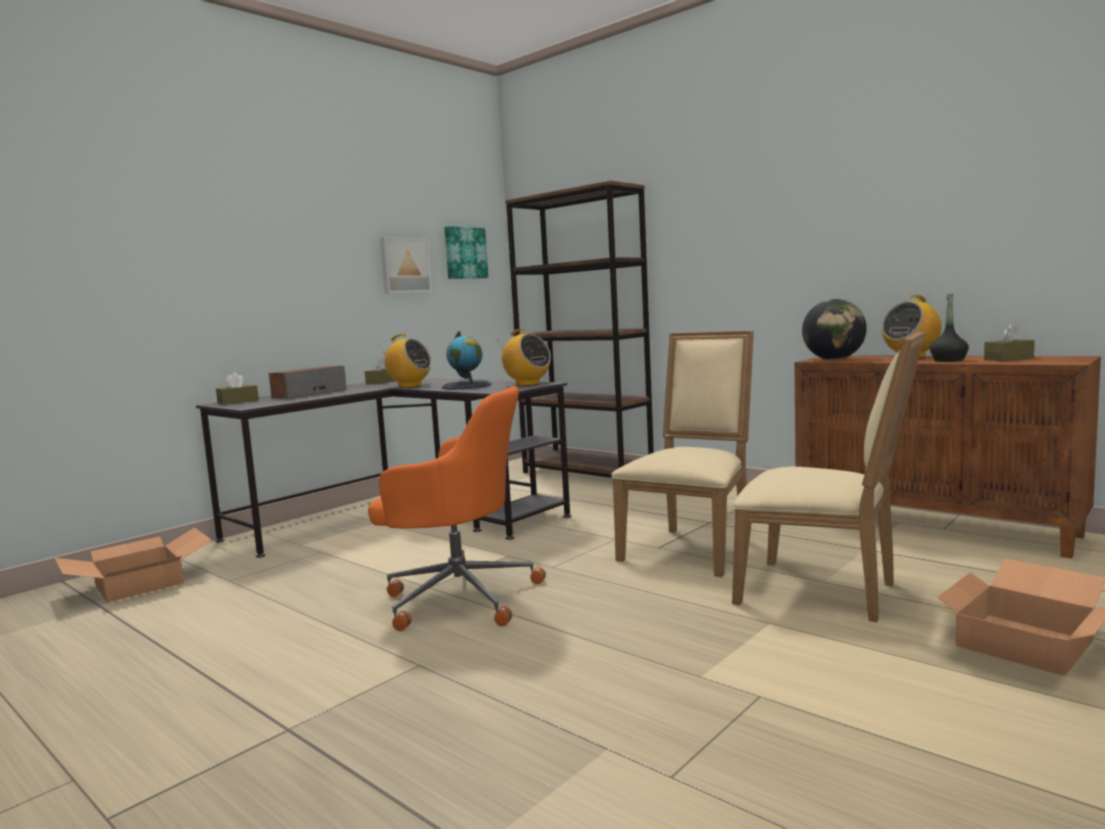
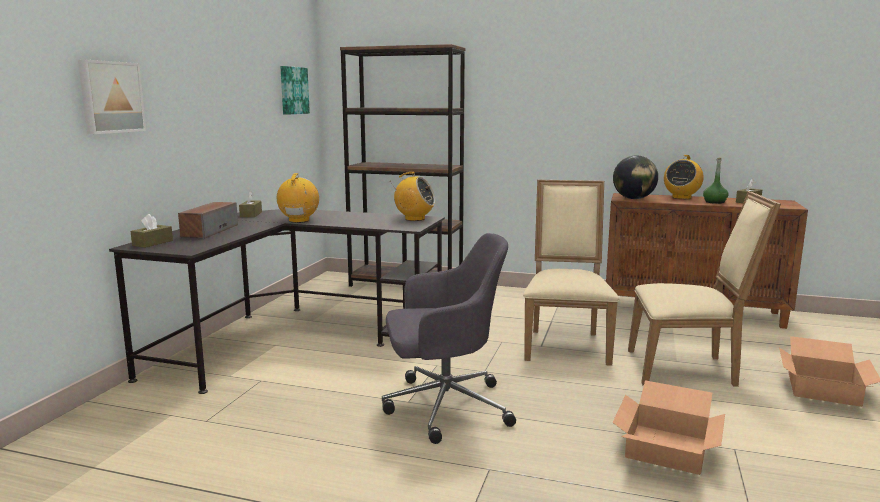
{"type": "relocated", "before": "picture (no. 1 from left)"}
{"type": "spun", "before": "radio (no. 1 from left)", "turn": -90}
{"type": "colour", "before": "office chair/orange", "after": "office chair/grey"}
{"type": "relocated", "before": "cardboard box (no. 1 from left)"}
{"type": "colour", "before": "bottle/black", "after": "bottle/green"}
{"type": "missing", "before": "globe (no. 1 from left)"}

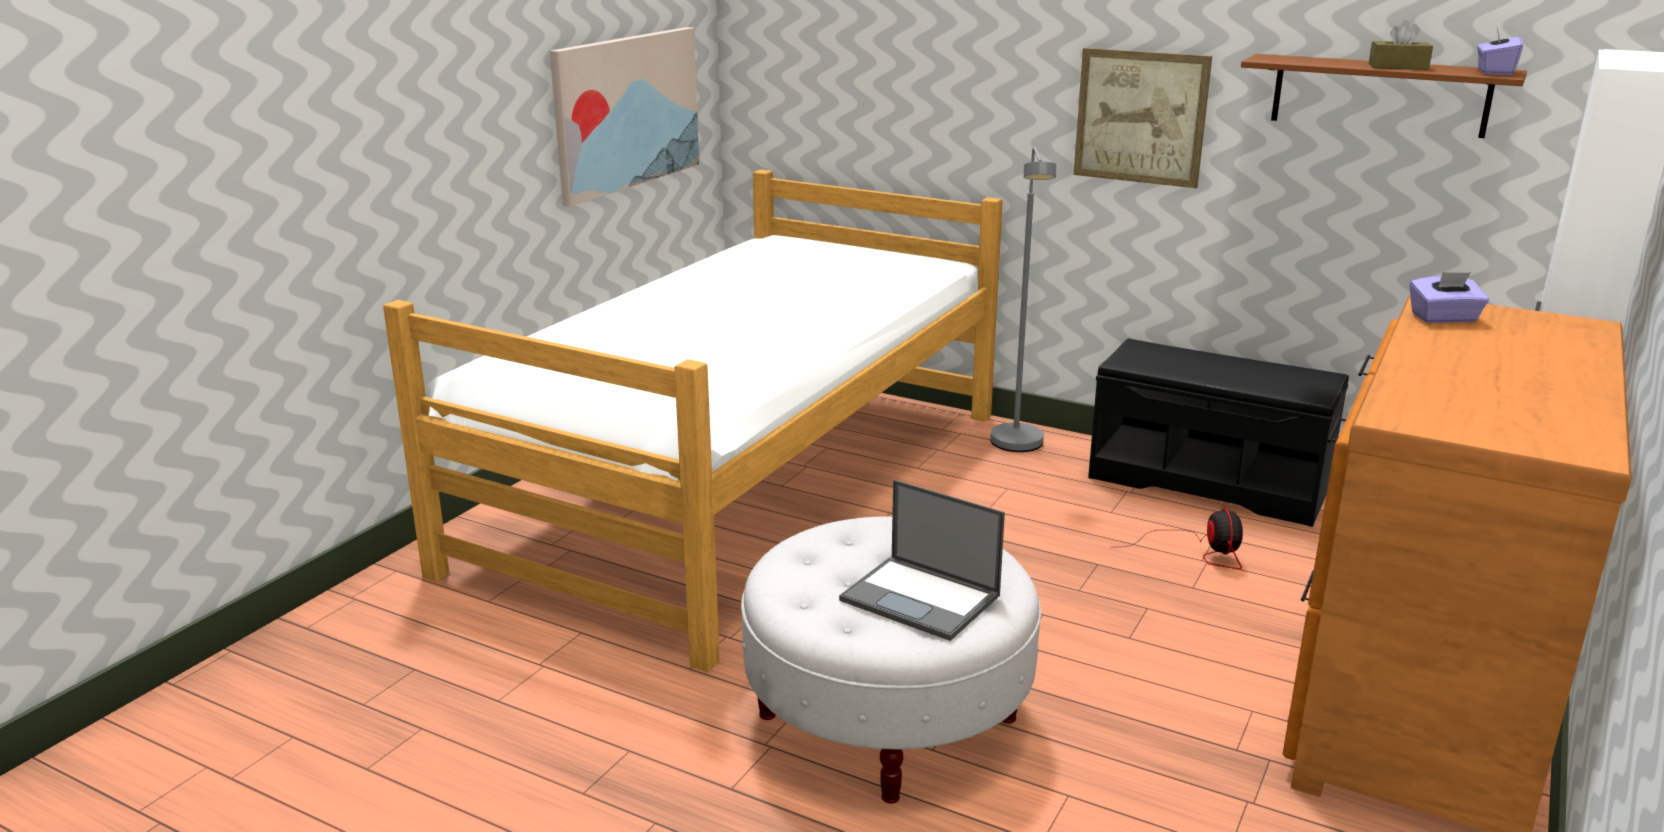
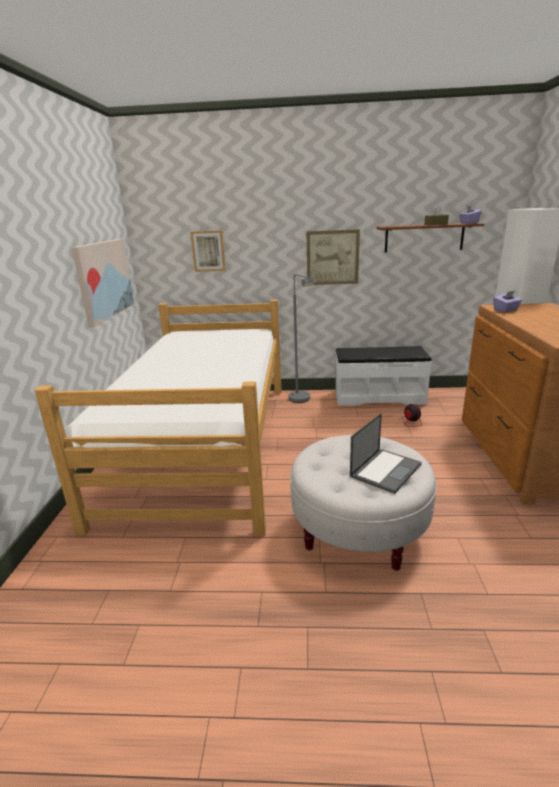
{"type": "appeared", "after": "picture (no. 2 from left)"}
{"type": "colour", "before": "bench/black", "after": "bench/white"}
{"type": "spun", "before": "laptop", "turn": -60}

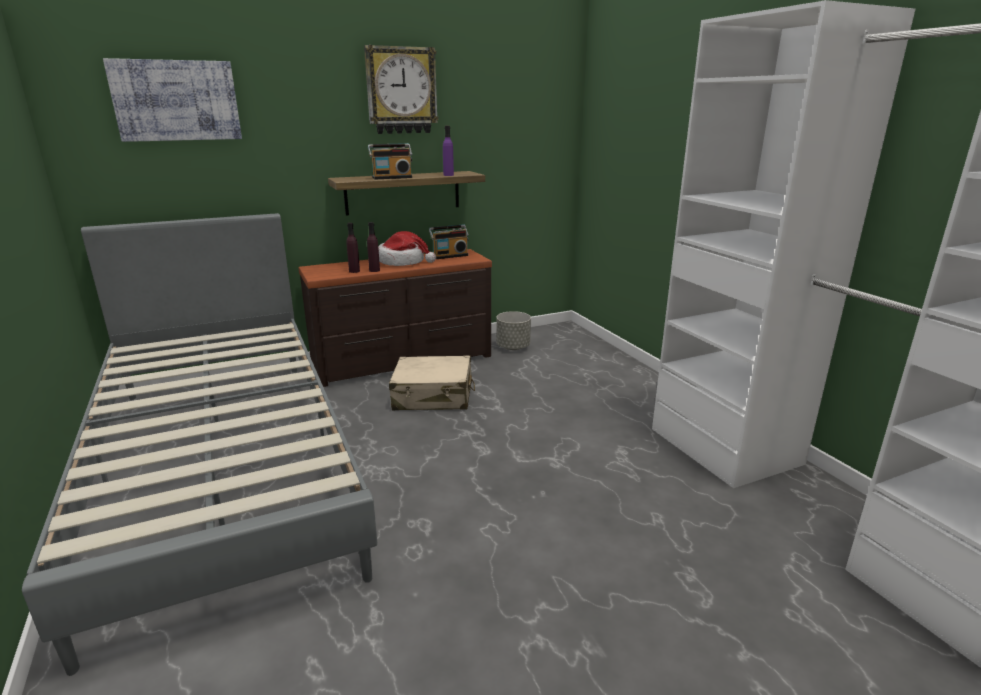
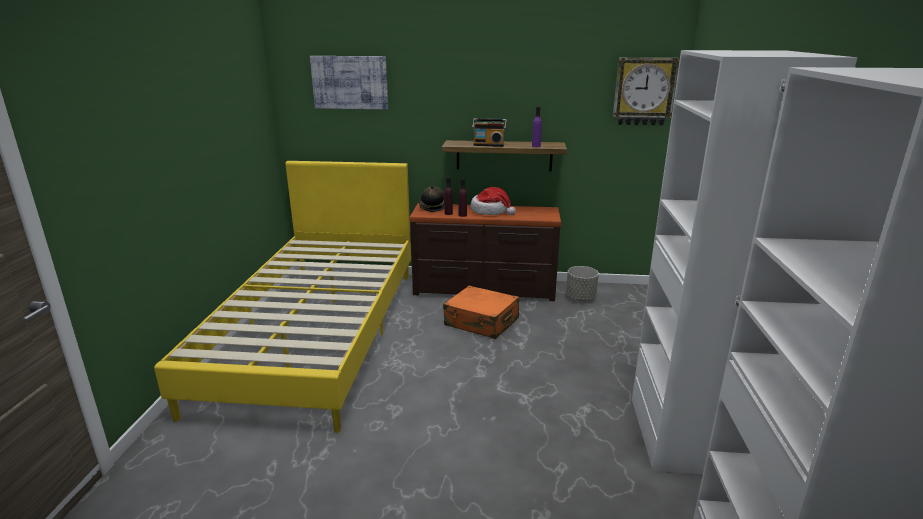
{"type": "colour", "before": "bed/grey", "after": "bed/yellow"}
{"type": "appeared", "after": "hat (no. 1 from left)"}
{"type": "colour", "before": "suitcase/beige", "after": "suitcase/orange"}
{"type": "relocated", "before": "wall clock"}
{"type": "missing", "before": "radio (no. 2 from left)"}

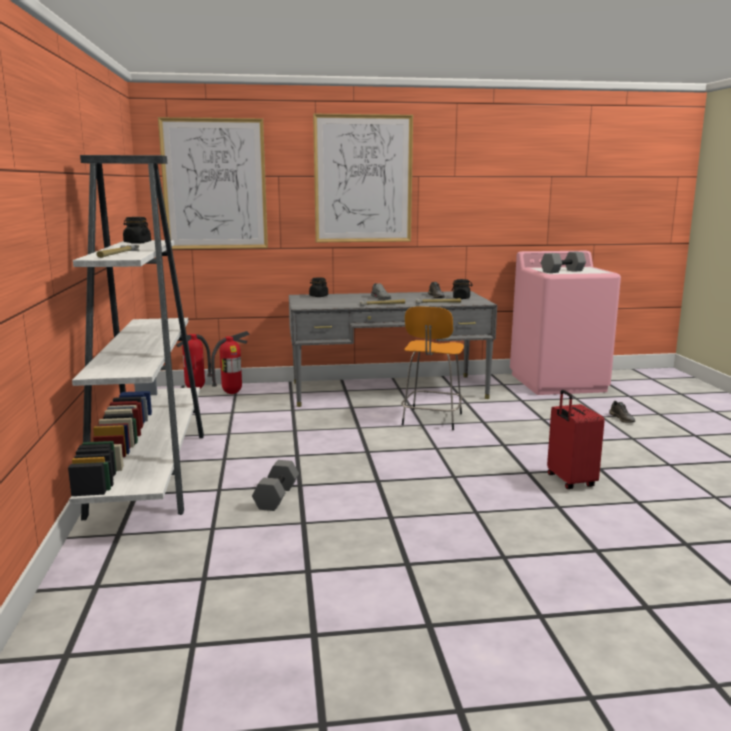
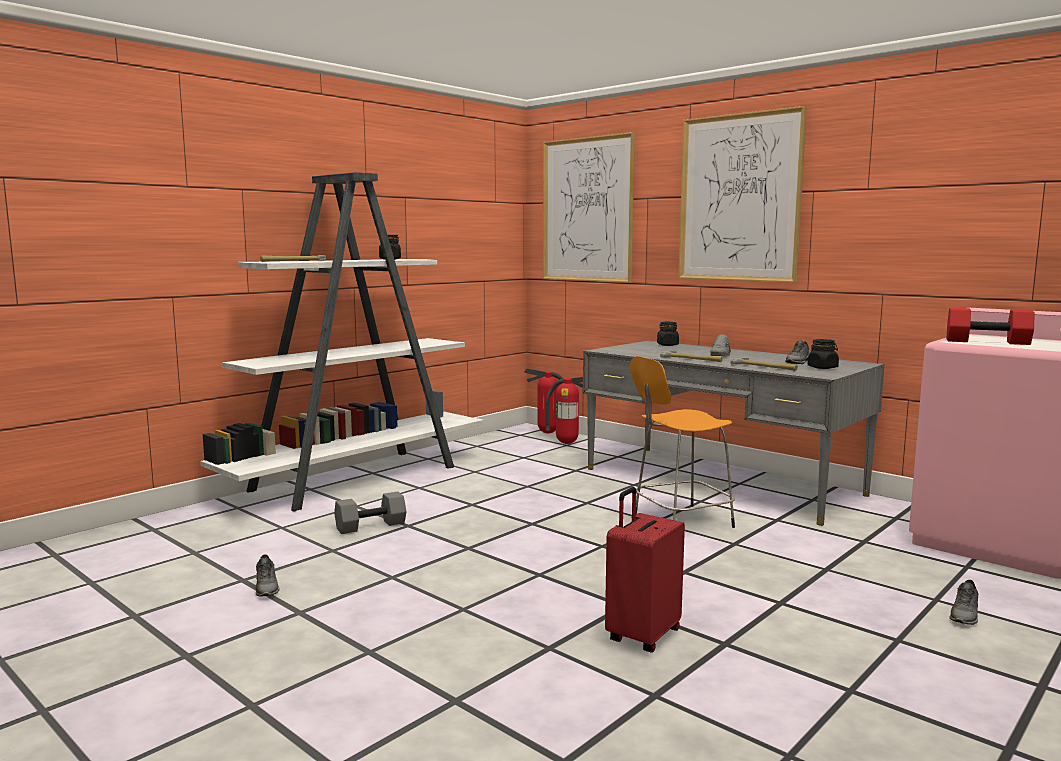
{"type": "appeared", "after": "shoe/grey (no. 1 from left)"}
{"type": "colour", "before": "dumbbell/grey (no. 2 from left)", "after": "dumbbell/red"}

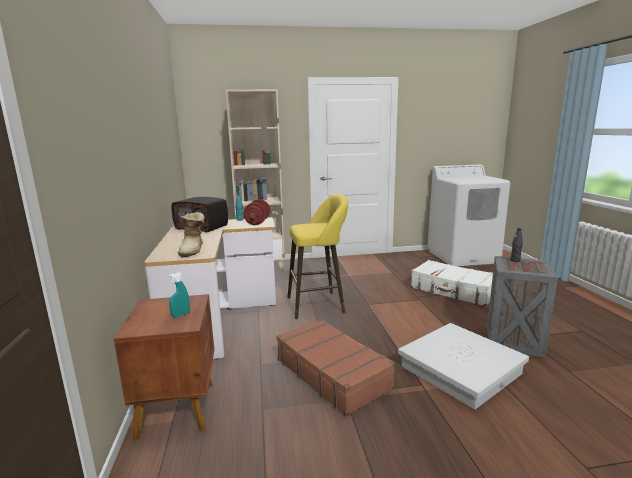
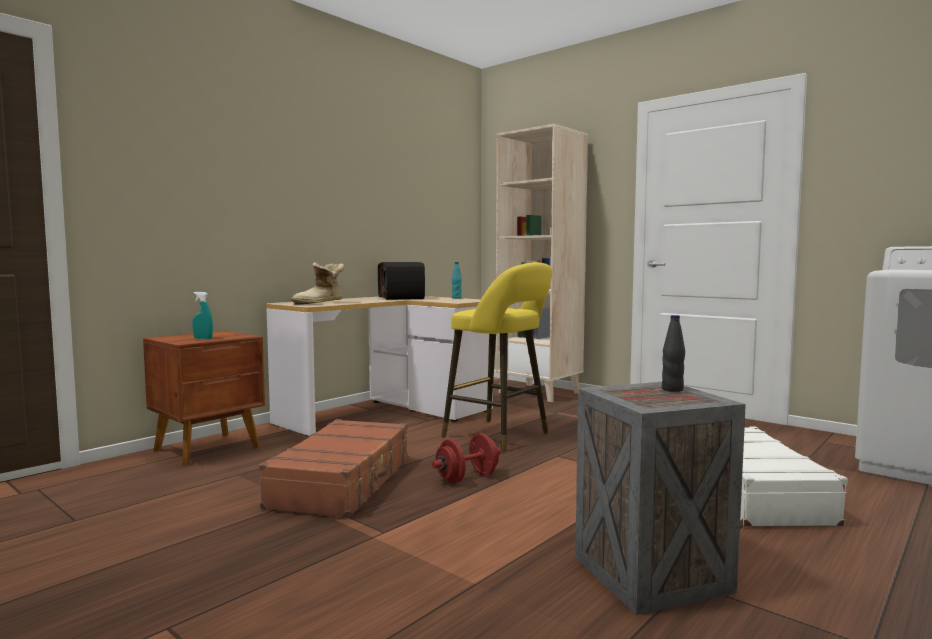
{"type": "relocated", "before": "dumbbell/red"}
{"type": "missing", "before": "storage box/white"}

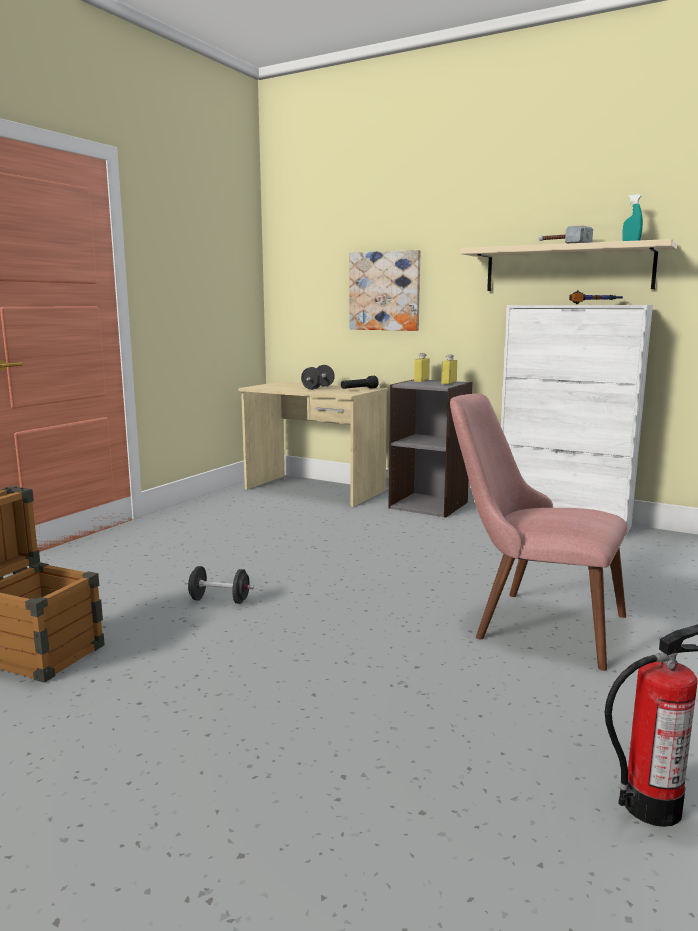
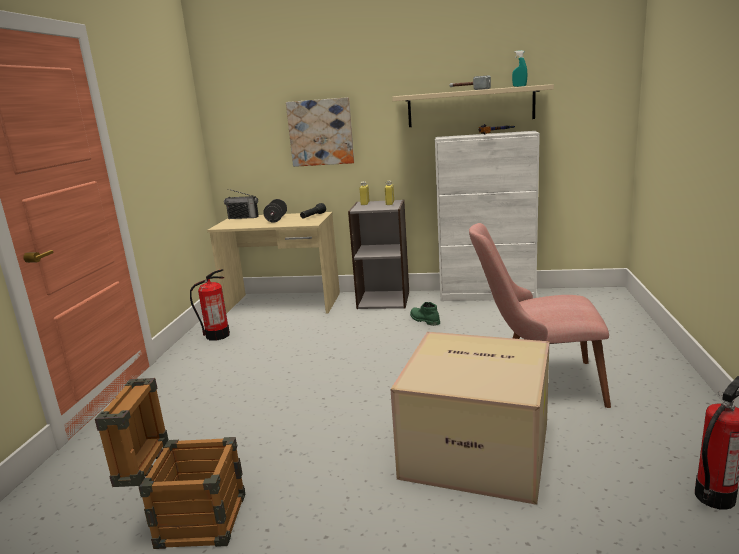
{"type": "appeared", "after": "fire extinguisher (no. 1 from left)"}
{"type": "appeared", "after": "radio"}
{"type": "appeared", "after": "cardboard box"}
{"type": "appeared", "after": "boot/green"}
{"type": "missing", "before": "dumbbell/black (no. 1 from left)"}

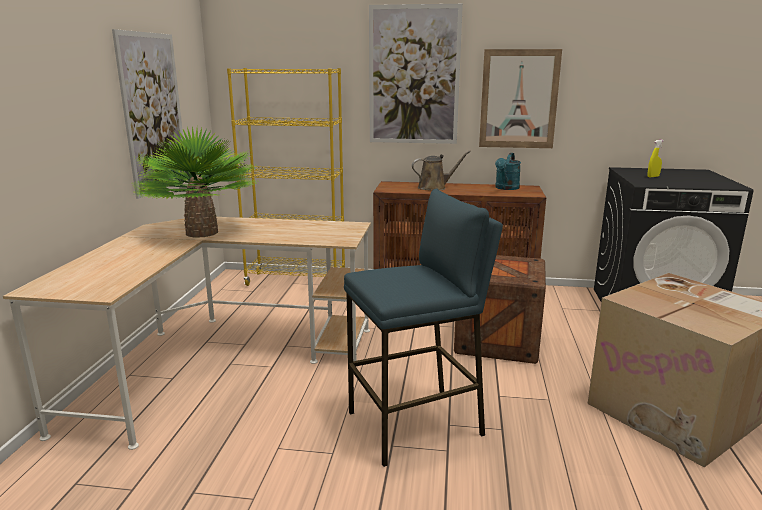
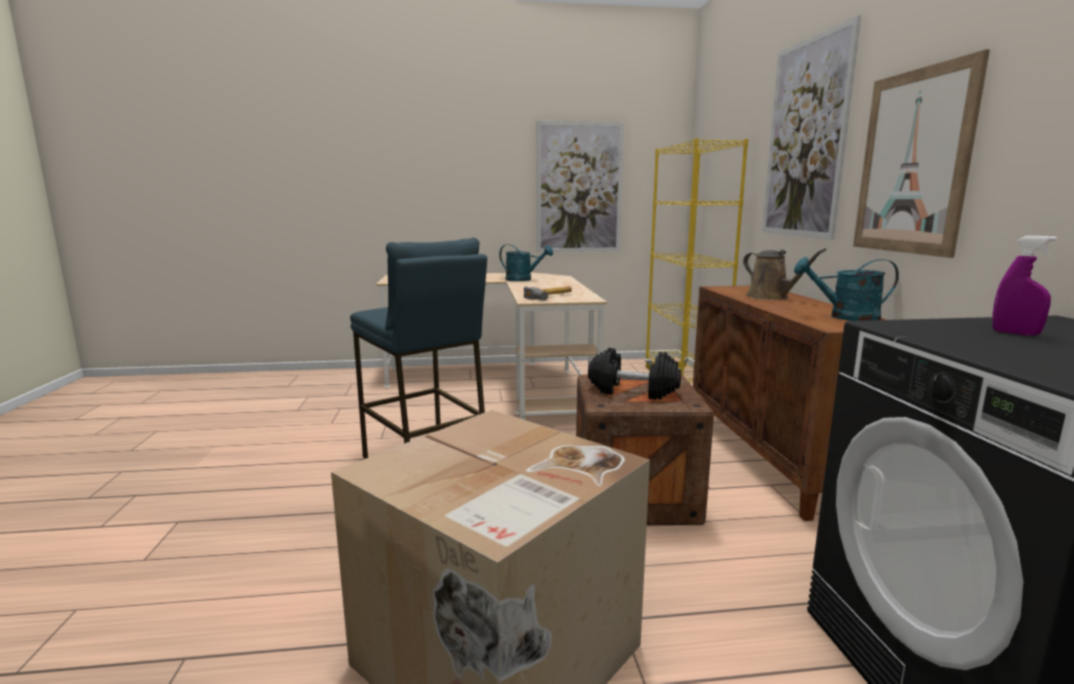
{"type": "exchanged", "before": "potted plant", "after": "watering can/turquoise (no. 1 from left)"}
{"type": "appeared", "after": "hammer"}
{"type": "appeared", "after": "dumbbell/black"}
{"type": "colour", "before": "spray bottle/yellow", "after": "spray bottle/purple"}

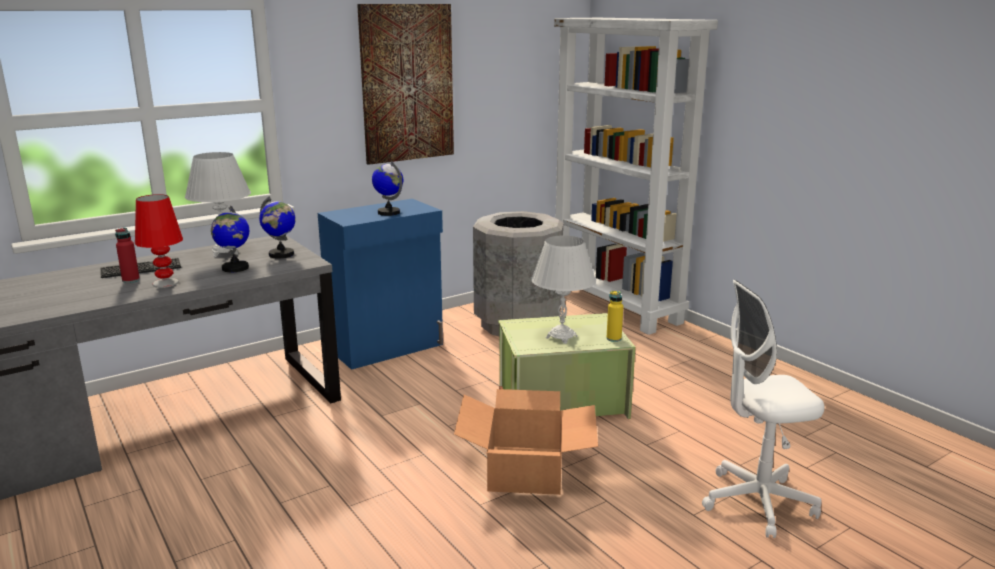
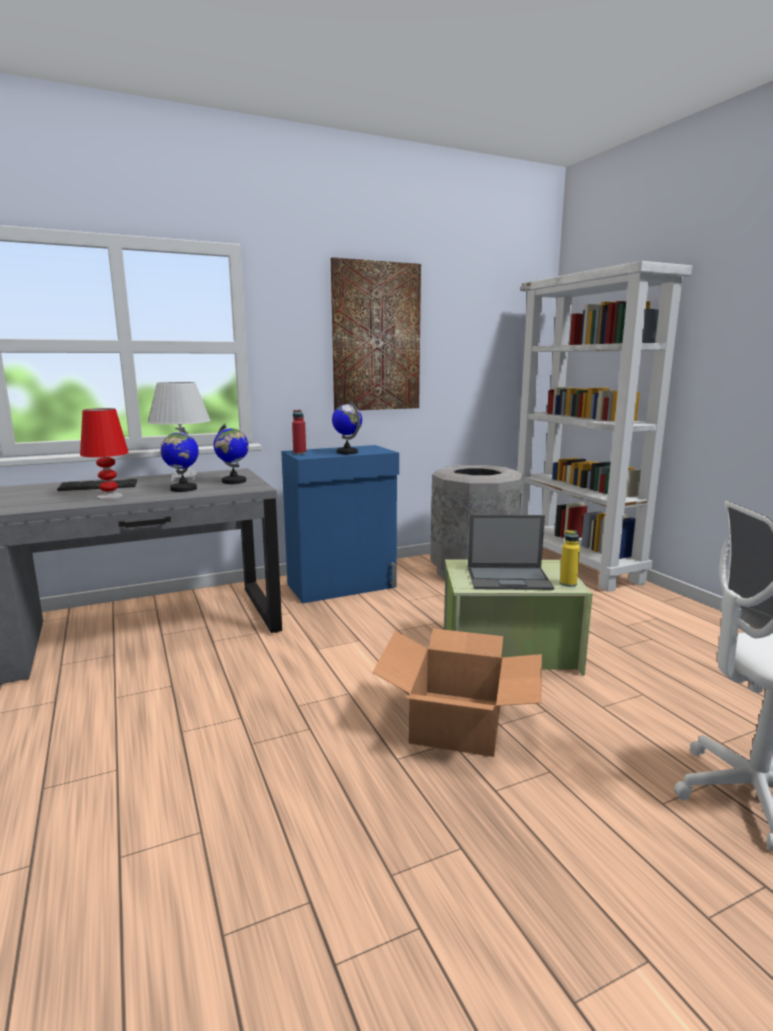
{"type": "relocated", "before": "bottle/red"}
{"type": "exchanged", "before": "table lamp/white (no. 2 from left)", "after": "laptop"}

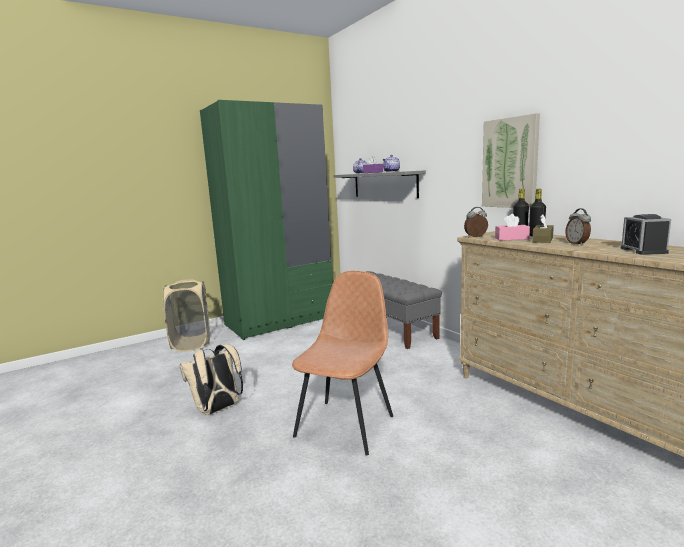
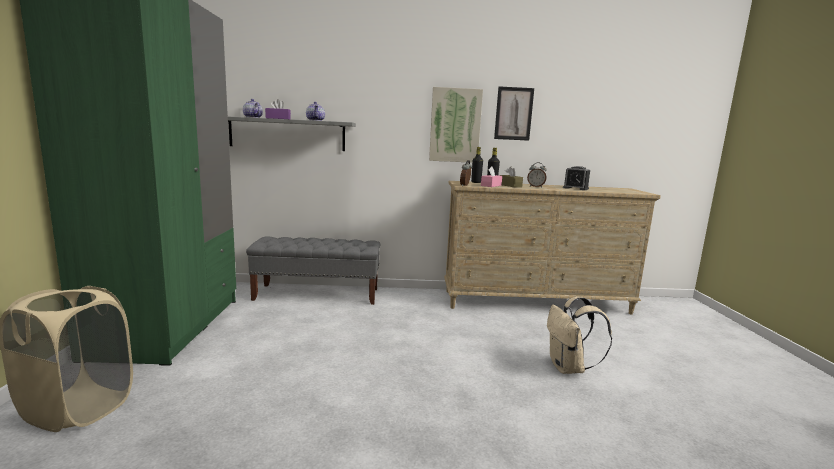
{"type": "appeared", "after": "picture (no. 2 from left)"}
{"type": "relocated", "before": "backpack/beige"}
{"type": "missing", "before": "chair/brown"}

